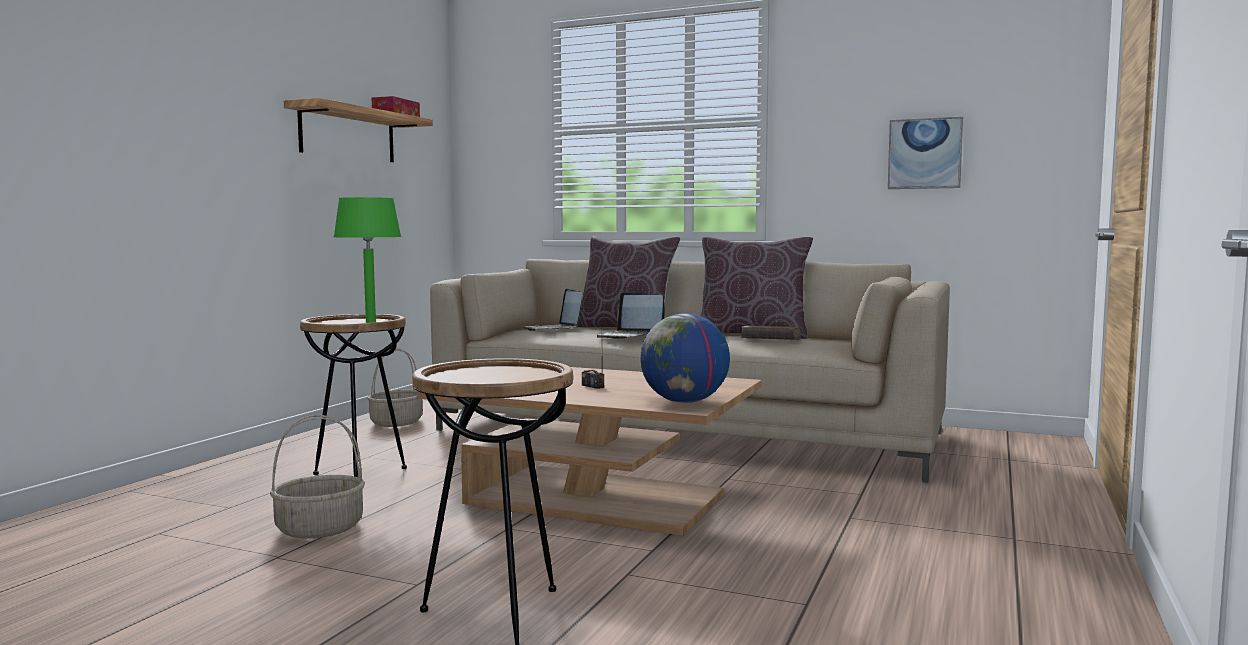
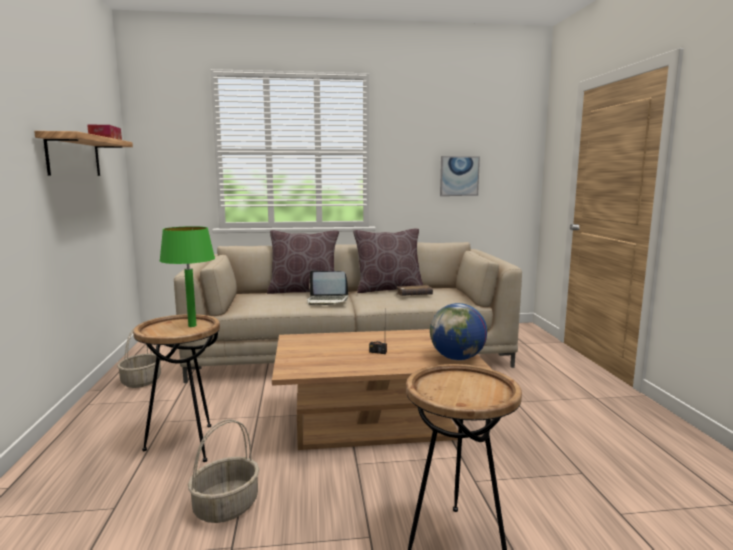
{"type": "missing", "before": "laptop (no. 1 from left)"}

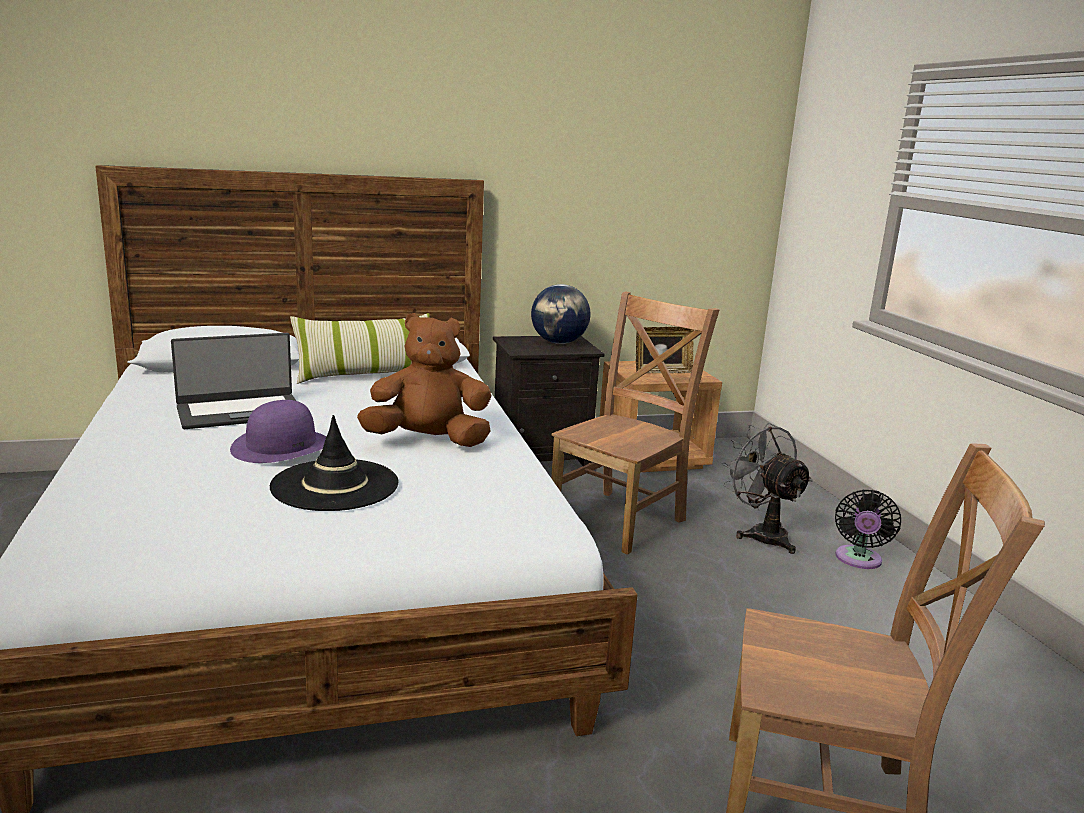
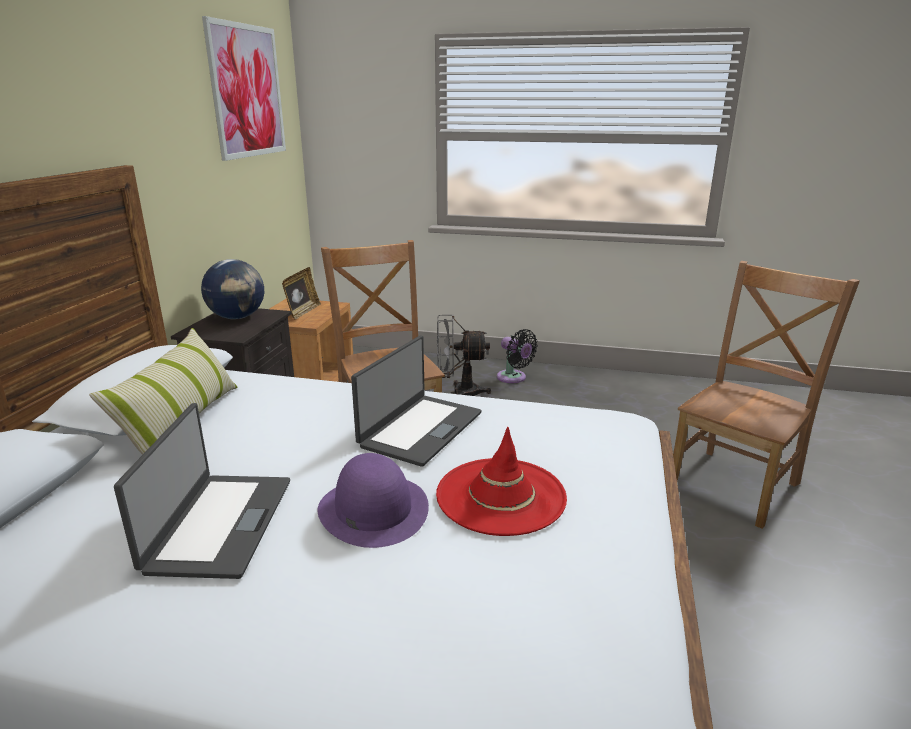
{"type": "appeared", "after": "picture"}
{"type": "exchanged", "before": "plush toy/brown", "after": "laptop (no. 2 from left)"}
{"type": "colour", "before": "hat/black", "after": "hat/red"}

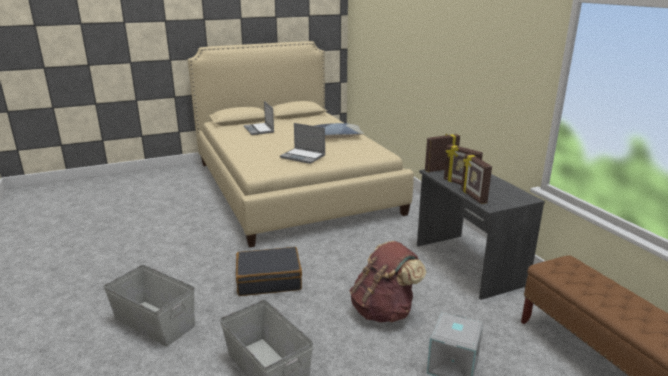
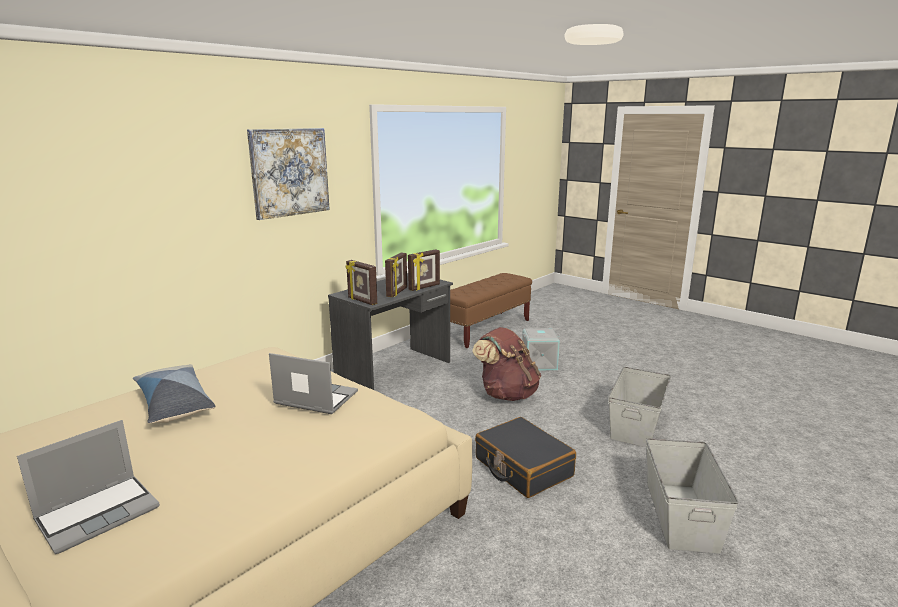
{"type": "appeared", "after": "picture"}
{"type": "spun", "before": "laptop (no. 2 from left)", "turn": -75}

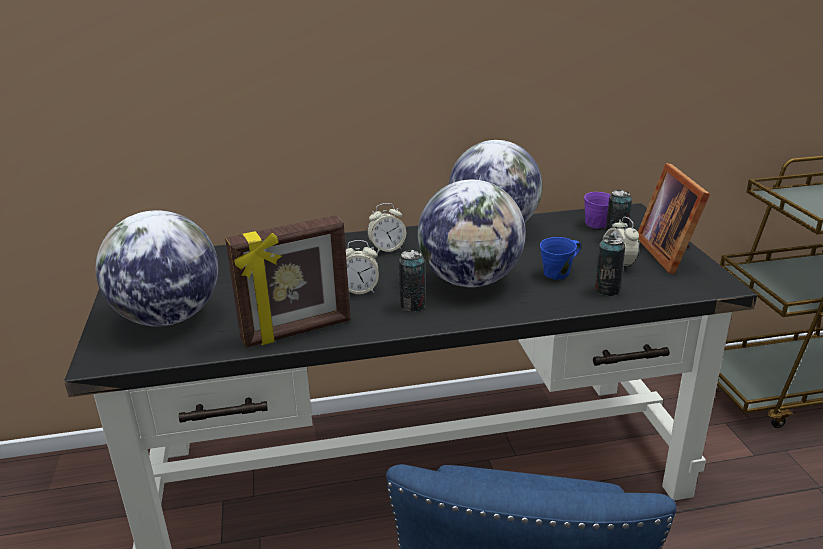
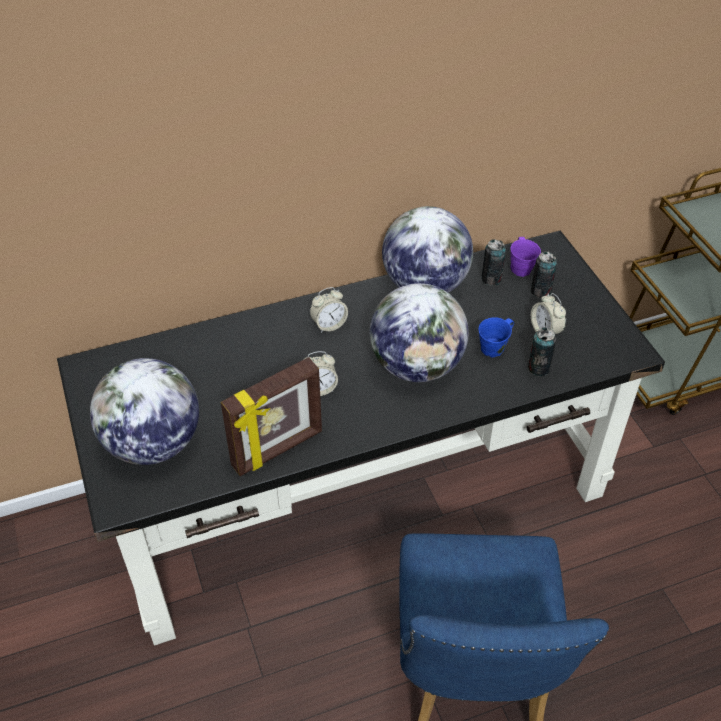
{"type": "relocated", "before": "can (no. 1 from left)"}
{"type": "missing", "before": "picture frame (no. 2 from left)"}

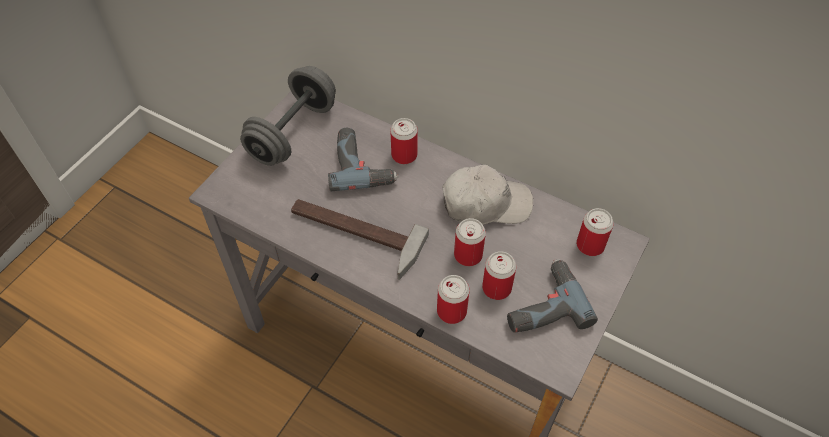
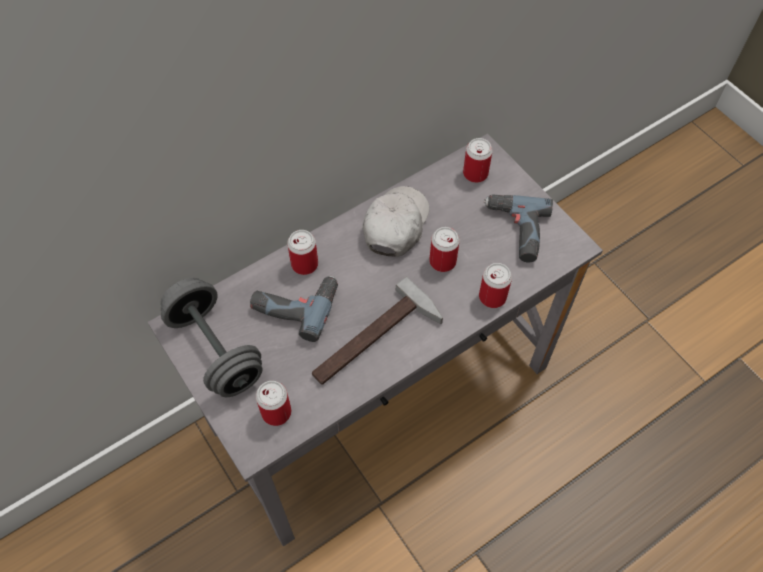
{"type": "relocated", "before": "can (no. 4 from left in the first image)", "after": "can (no. 1 from left)"}

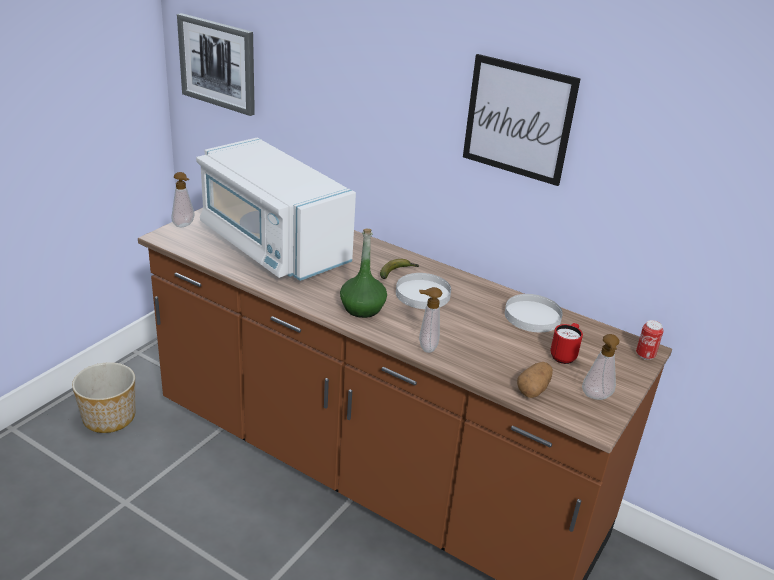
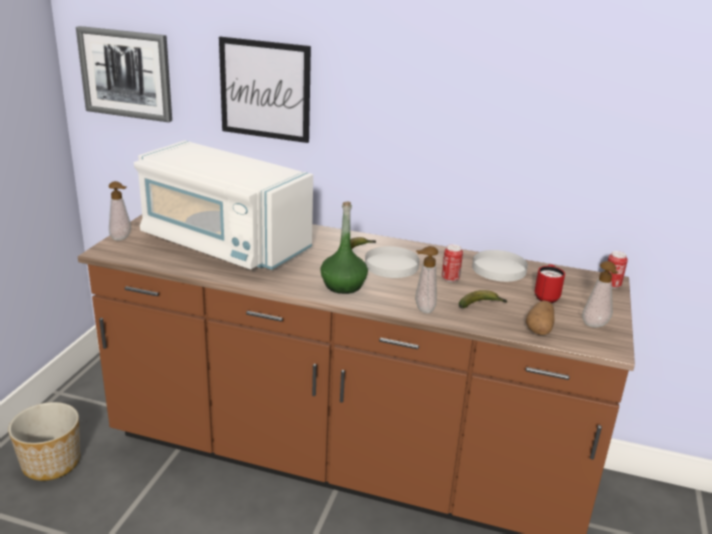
{"type": "relocated", "before": "picture (no. 2 from left)"}
{"type": "appeared", "after": "can (no. 1 from left)"}
{"type": "appeared", "after": "banana (no. 2 from left)"}

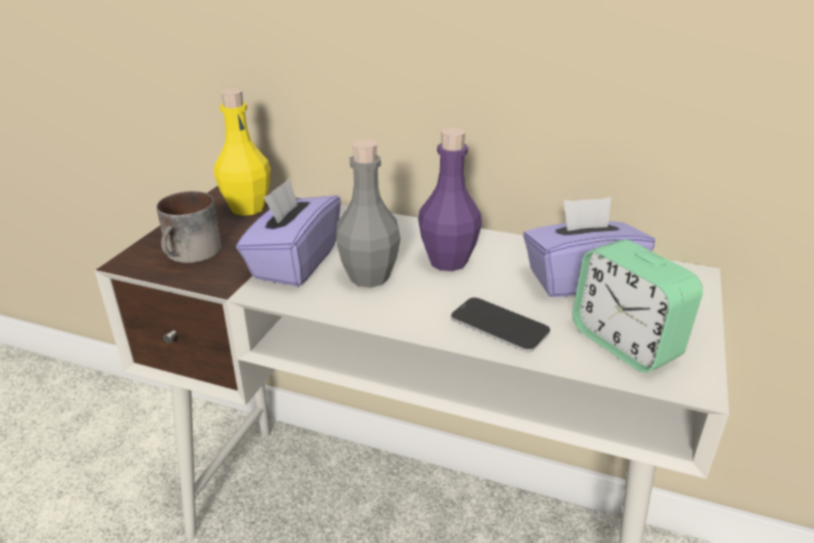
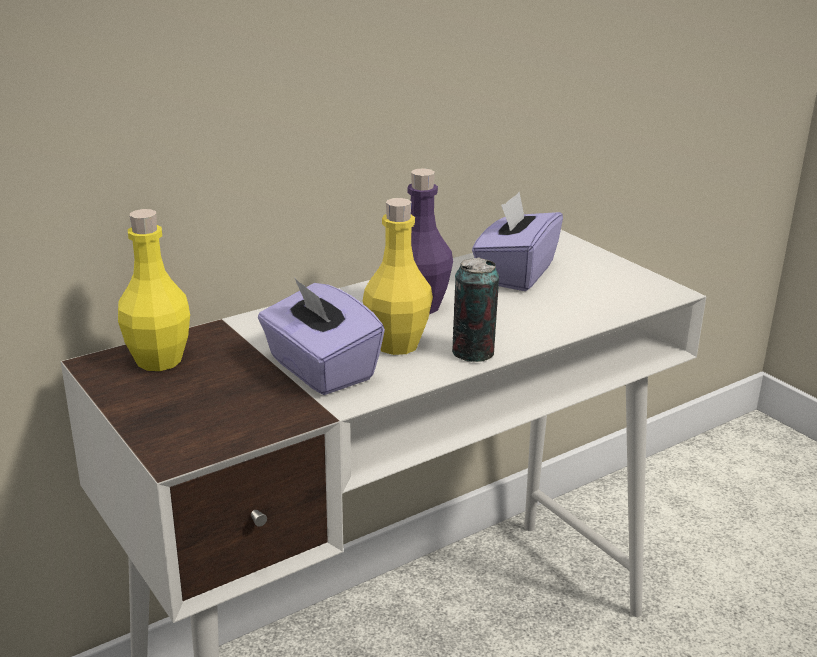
{"type": "colour", "before": "bottle/grey", "after": "bottle/yellow (no. 2 from left)"}
{"type": "appeared", "after": "can"}
{"type": "missing", "before": "mug"}
{"type": "missing", "before": "phone"}
{"type": "missing", "before": "alarm clock"}

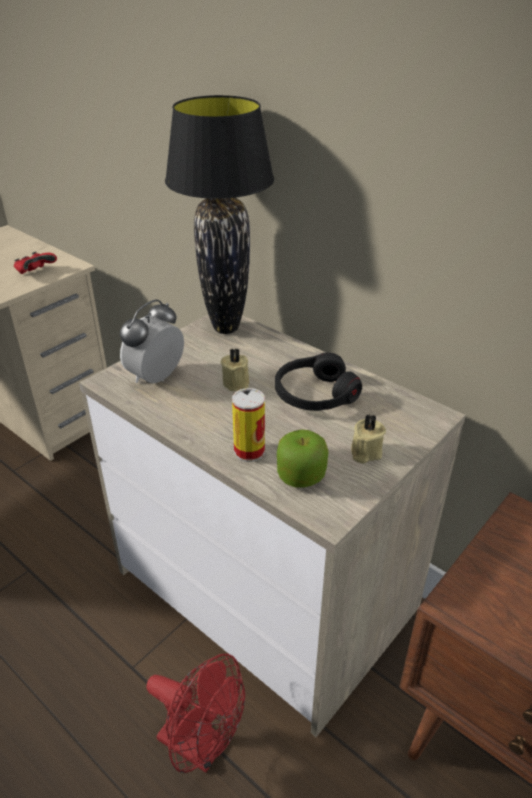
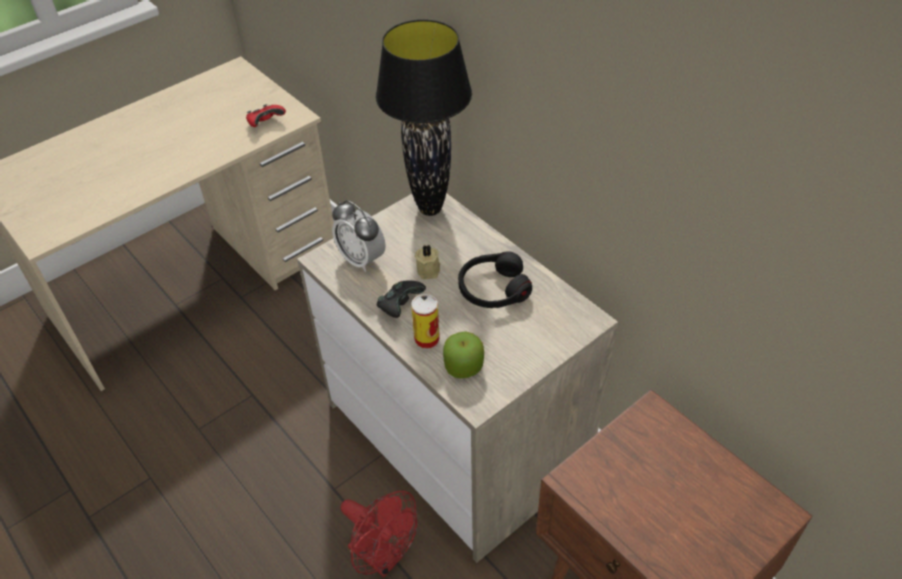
{"type": "spun", "before": "alarm clock", "turn": -90}
{"type": "appeared", "after": "game controller/black"}
{"type": "missing", "before": "candle/beige (no. 2 from left)"}

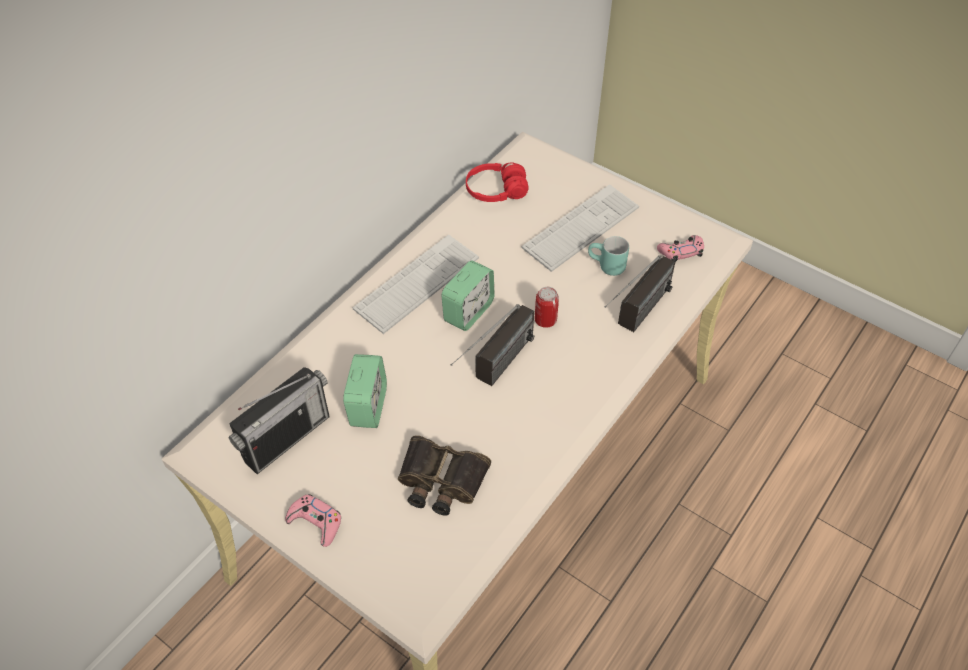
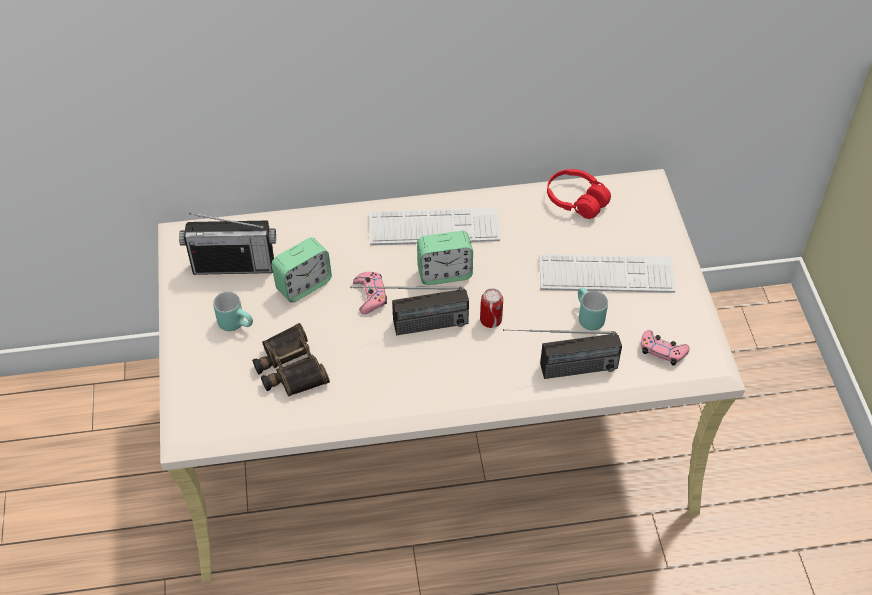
{"type": "appeared", "after": "mug/turquoise (no. 1 from left)"}
{"type": "relocated", "before": "game controller/pink (no. 1 from left)"}

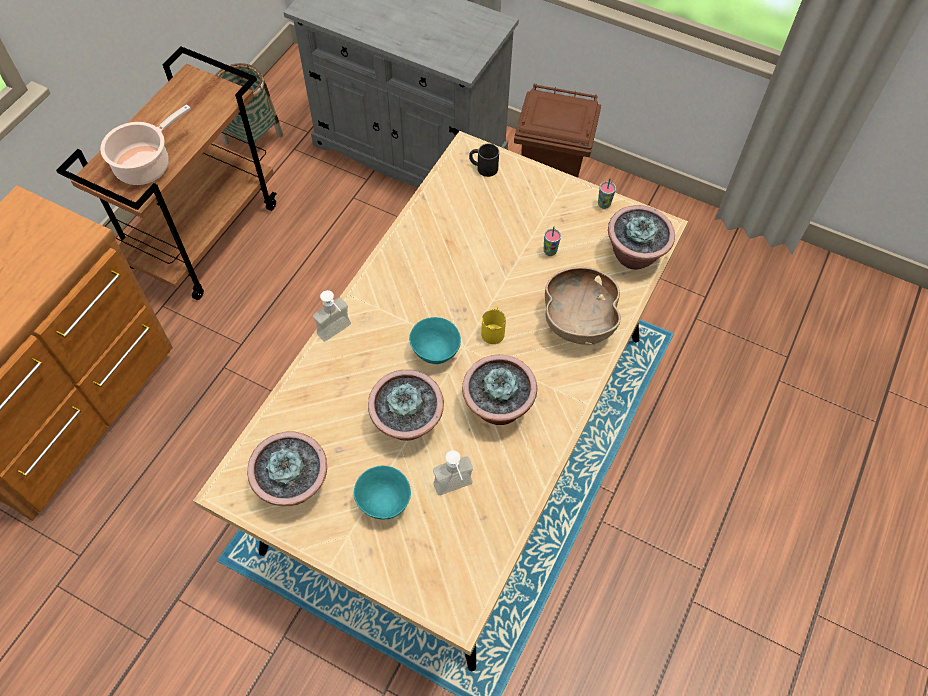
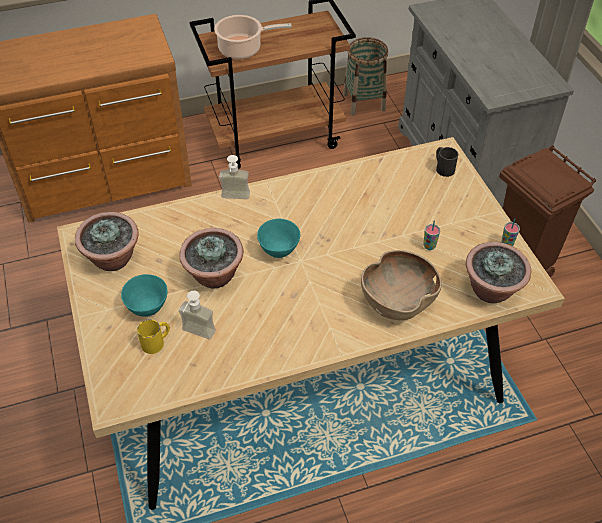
{"type": "relocated", "before": "mug/yellow"}
{"type": "missing", "before": "potted plant (no. 3 from left)"}

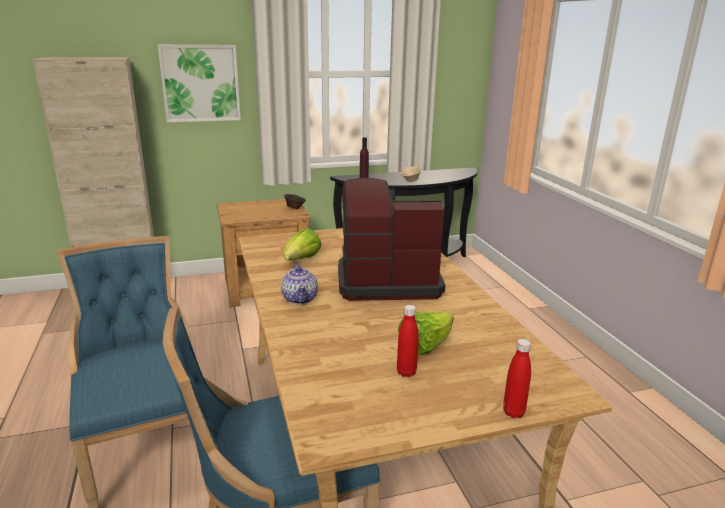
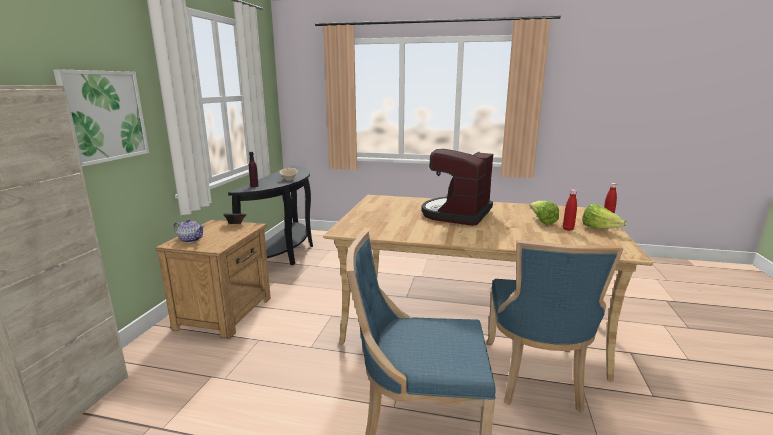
{"type": "relocated", "before": "teapot"}
{"type": "relocated", "before": "lettuce (no. 1 from left in the first image)", "after": "lettuce (no. 2 from left)"}

